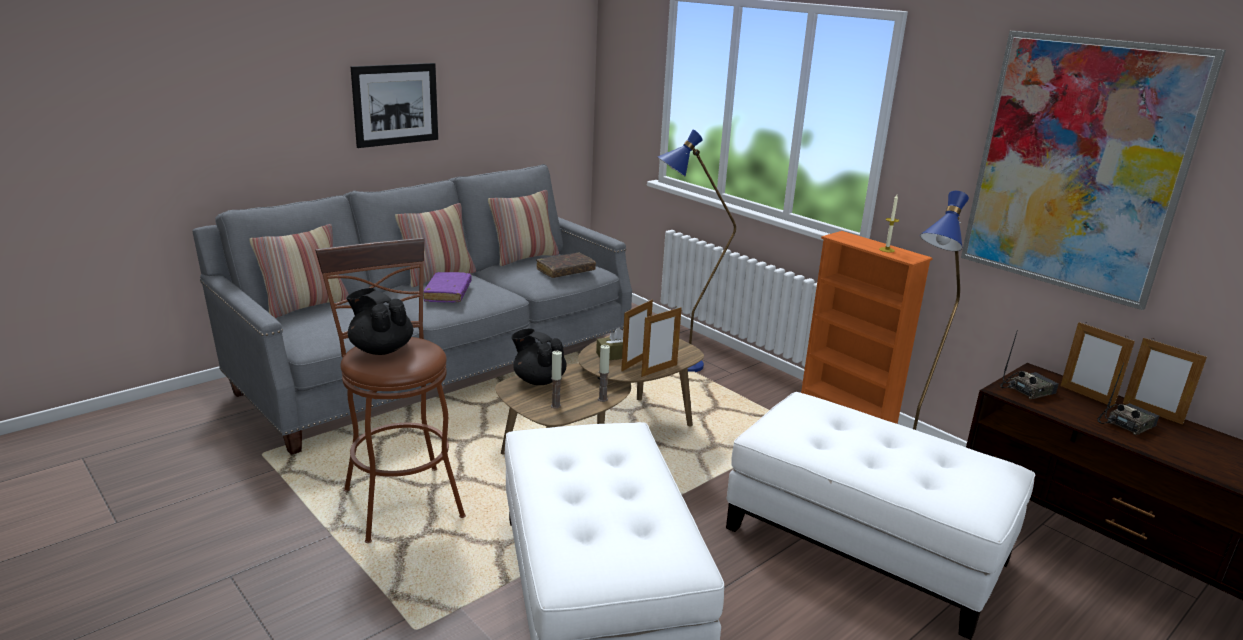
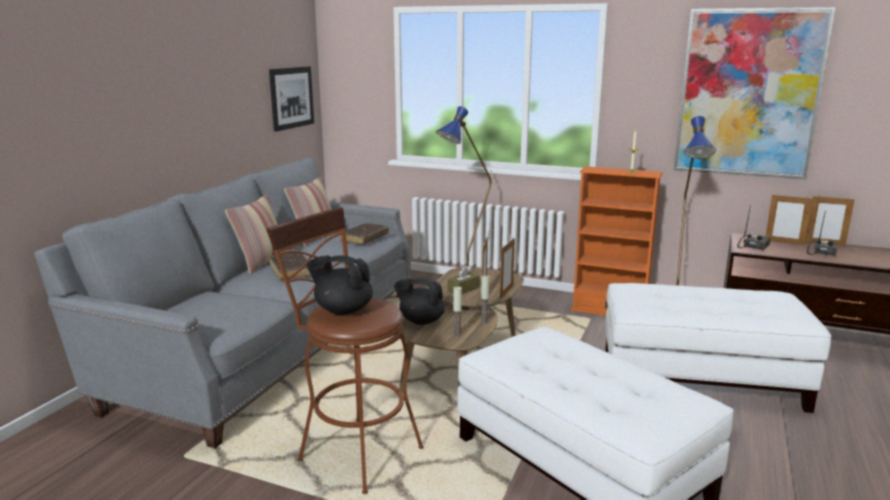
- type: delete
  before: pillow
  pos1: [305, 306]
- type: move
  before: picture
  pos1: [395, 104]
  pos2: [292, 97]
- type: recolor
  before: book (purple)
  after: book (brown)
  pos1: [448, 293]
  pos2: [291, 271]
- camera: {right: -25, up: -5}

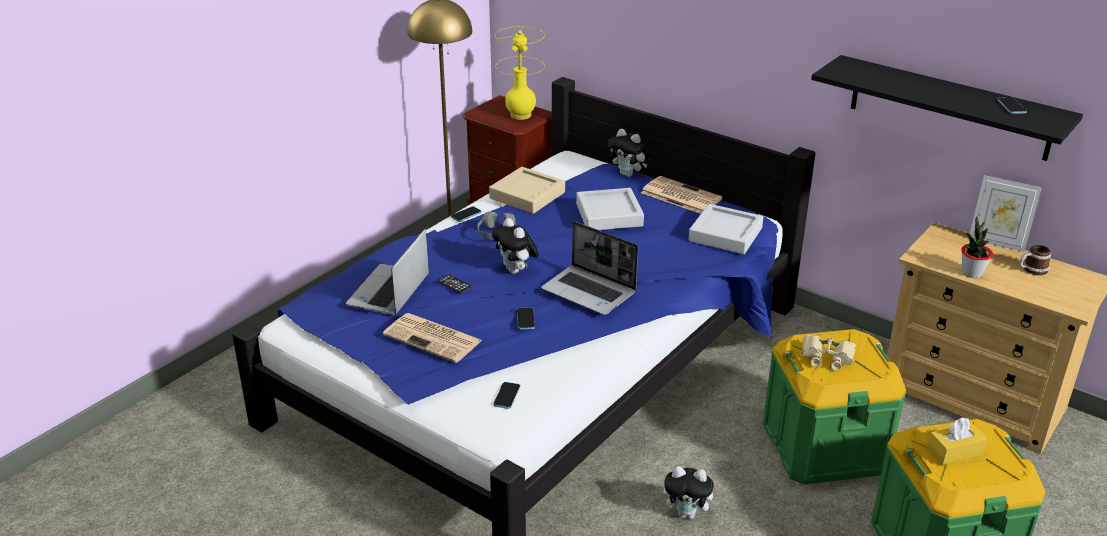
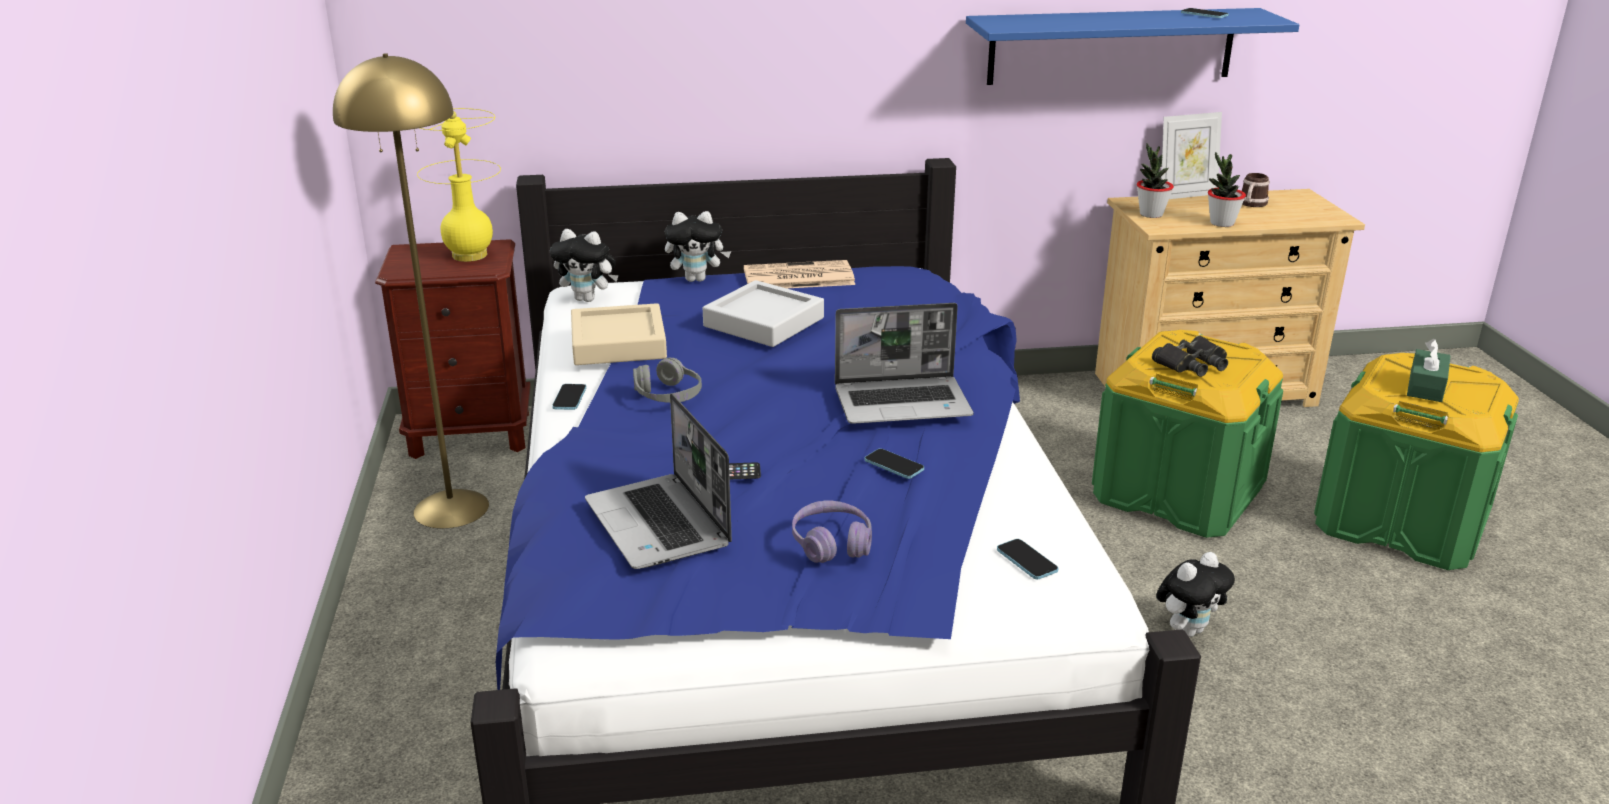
- type: delete
  before: tray (grey)
  pos1: [725, 234]
- type: insert
  after: potted plant
  pos2: [1151, 214]
- type: move
  before: plush toy
  pos1: [516, 271]
  pos2: [588, 299]
- type: replace
  before: newspaper
  after: headphones (purple)
  pos1: [434, 338]
  pos2: [832, 543]
- type: recolor
  before: binoculars (beige)
  after: binoculars (black)
  pos1: [827, 357]
  pos2: [1192, 364]
- type: recolor
  before: shelf (black)
  after: shelf (blue)
  pos1: [949, 108]
  pos2: [1111, 46]
- type: recolor
  before: tissue box (yellow)
  after: tissue box (green)
  pos1: [955, 451]
  pos2: [1425, 387]
- camera: {right: -45, up: -5}

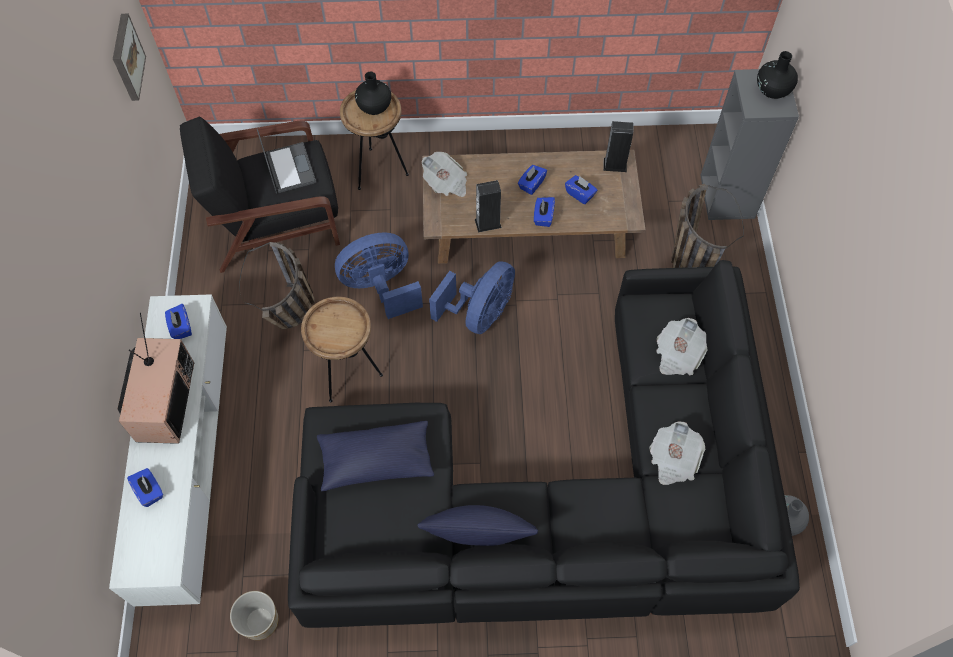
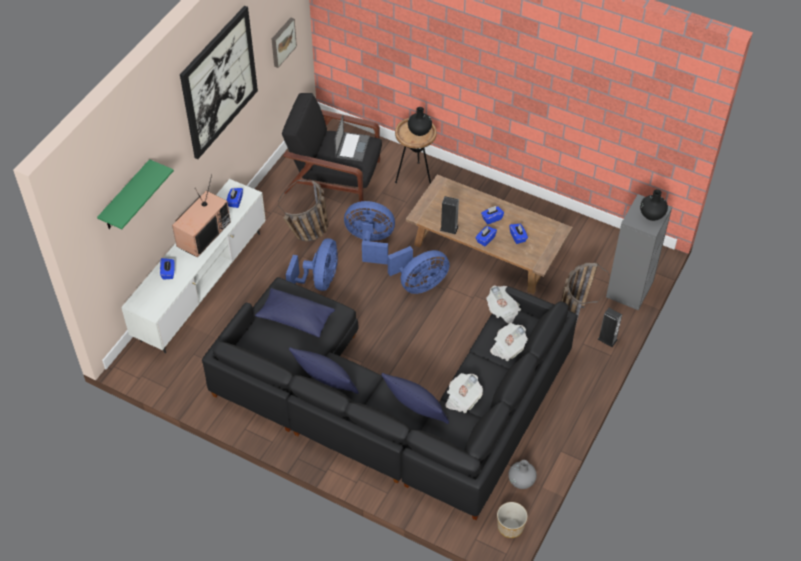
- type: insert
  after: shelf (green)
  pos2: [126, 197]
- type: insert
  after: picture
  pos2: [219, 82]
- type: insert
  after: pillow (blue)
  pos2: [415, 407]
- type: move
  before: planter
  pos1: [259, 622]
  pos2: [510, 527]
- type: move
  before: newspaper
  pos1: [446, 183]
  pos2: [503, 310]
- type: move
  before: speaker
  pos1: [615, 165]
  pos2: [607, 339]
- type: replace
  before: side table (brown)
  after: fan (blue)
  pos1: [348, 375]
  pos2: [319, 281]
- camera: {right: 30, up: -10}

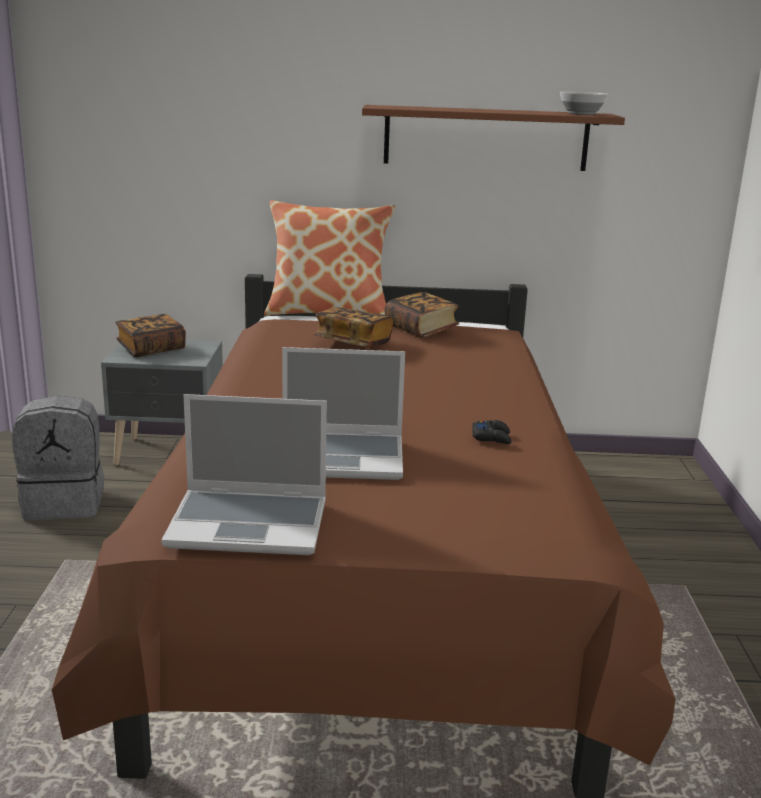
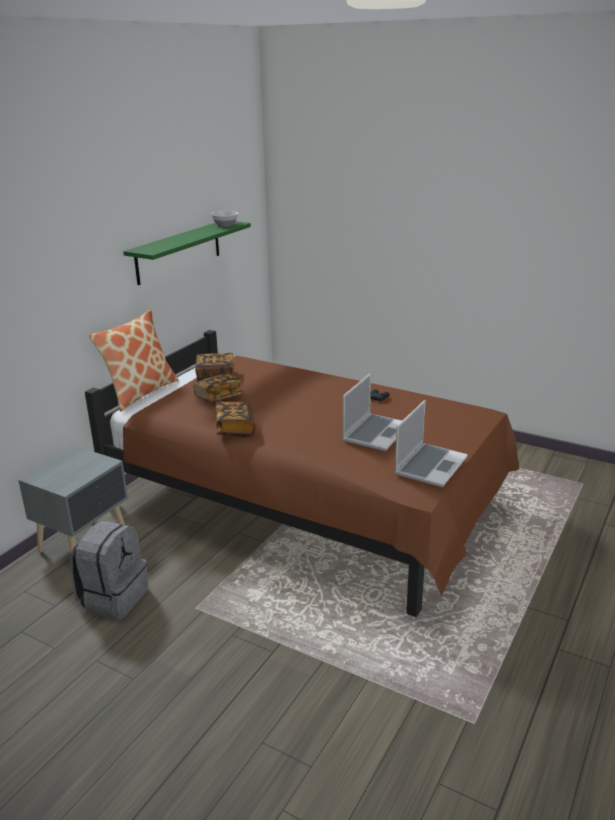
- type: move
  before: book
  pos1: [151, 349]
  pos2: [235, 429]
- type: recolor
  before: shelf (brown)
  after: shelf (green)
  pos1: [486, 138]
  pos2: [179, 251]
- camera: {right: -60, up: 5}

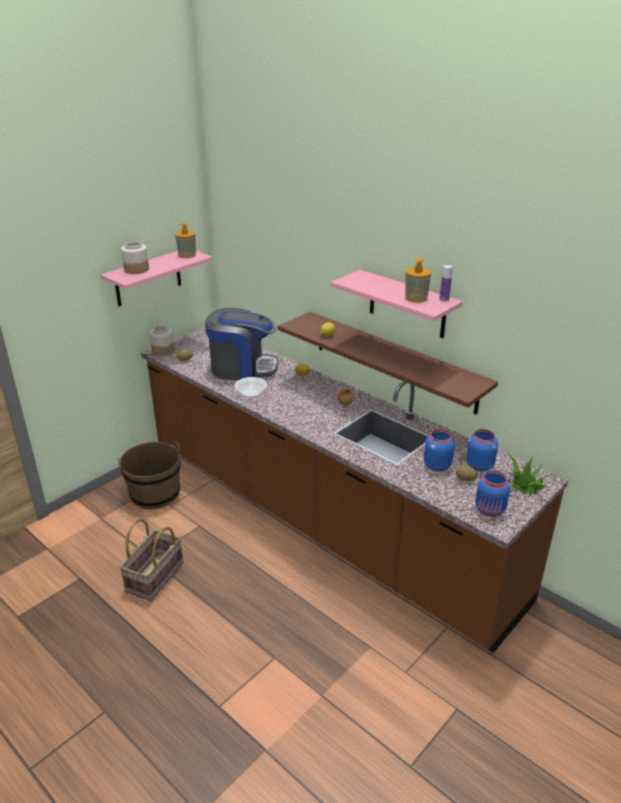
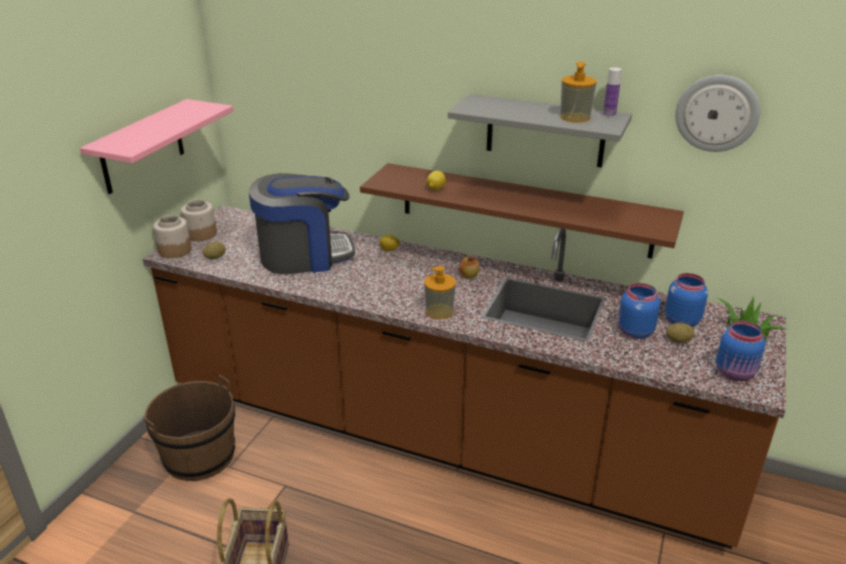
- type: delete
  before: bowl
  pos1: [251, 393]
- type: insert
  after: wall clock
  pos2: [717, 113]
- type: move
  before: jar
  pos1: [136, 270]
  pos2: [201, 234]
- type: move
  before: soap dispenser
  pos1: [187, 255]
  pos2: [439, 311]
- type: recolor
  before: shelf (pink)
  after: shelf (grey)
  pos1: [407, 304]
  pos2: [545, 131]
- camera: {right: -20, up: 0}

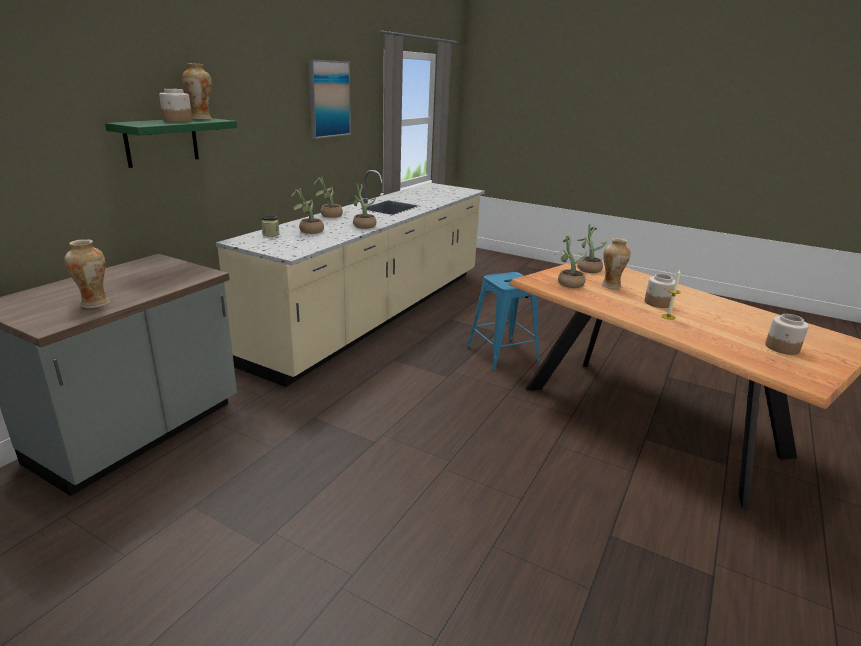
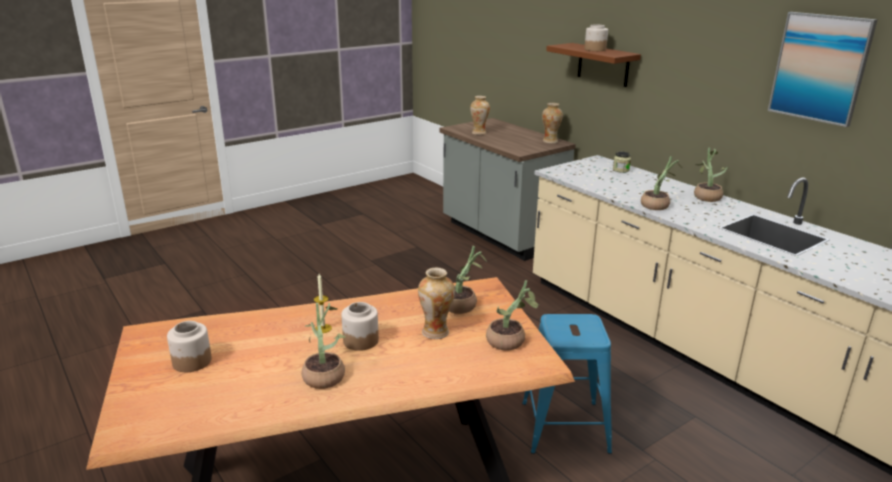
- type: move
  before: vase
  pos1: [201, 118]
  pos2: [550, 141]
- type: move
  before: potted plant
  pos1: [308, 231]
  pos2: [324, 374]
- type: recolor
  before: shelf (green)
  after: shelf (brown)
  pos1: [162, 141]
  pos2: [603, 65]
- camera: {right: 115, up: 0}

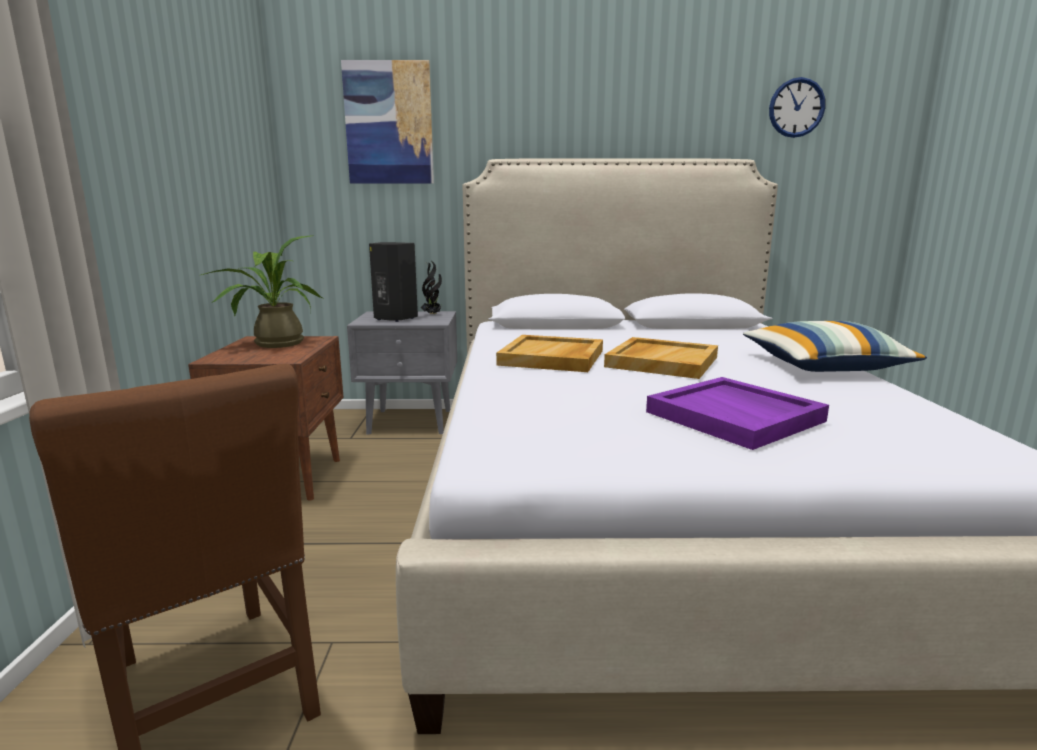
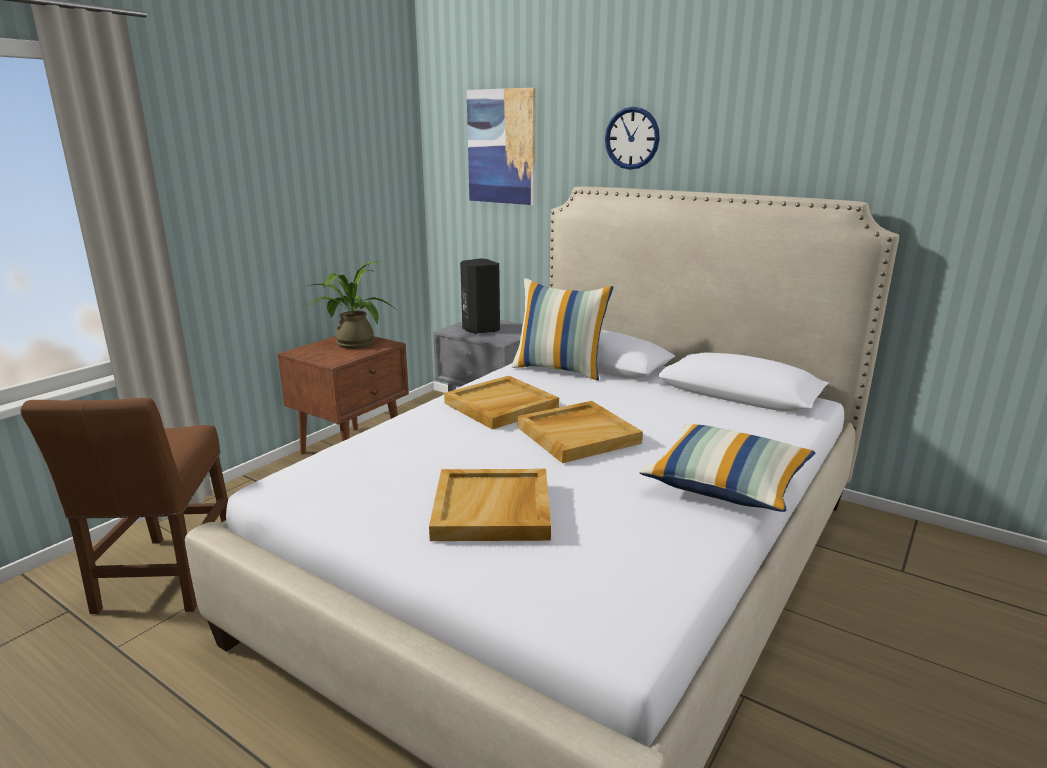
- type: delete
  before: potted plant
  pos1: [433, 314]
- type: insert
  after: pillow
  pos2: [560, 369]
- type: move
  before: wall clock
  pos1: [796, 108]
  pos2: [632, 138]
- type: recolor
  before: tray (purple)
  after: tray (beige)
  pos1: [736, 416]
  pos2: [493, 509]
- camera: {right: 35, up: 5}

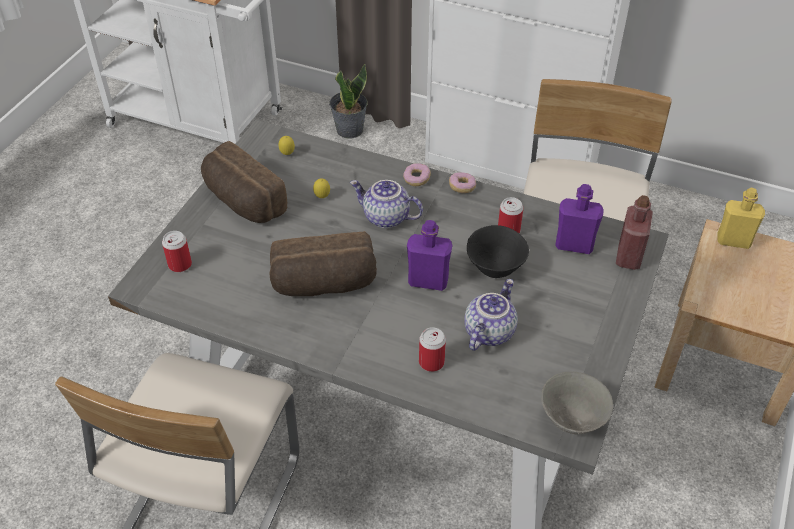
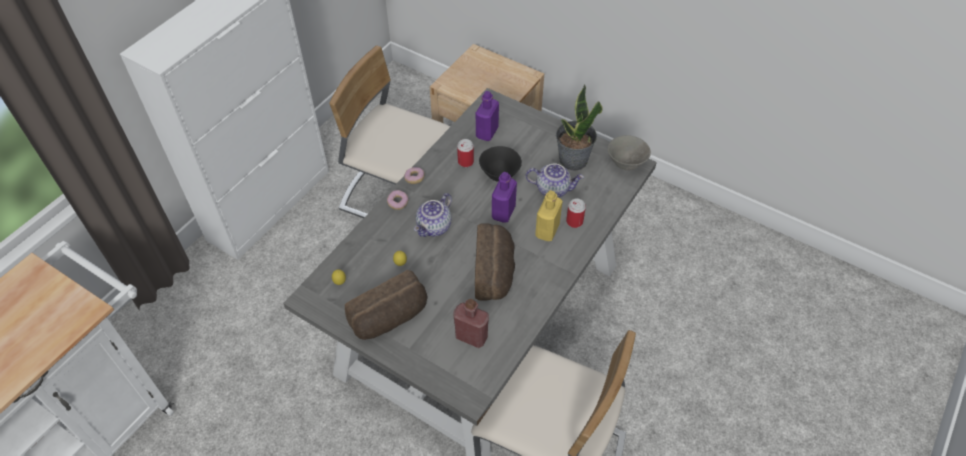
- type: delete
  before: can
  pos1: [180, 264]
- type: move
  before: potted plant
  pos1: [349, 129]
  pos2: [573, 160]
- type: move
  before: bottle (red)
  pos1: [628, 257]
  pos2: [471, 336]
- type: move
  before: bottle (yellow)
  pos1: [733, 241]
  pos2: [547, 230]
- type: rotate
  before: teapot
  pos1: [488, 331]
  pos2: [553, 189]
  turn: 150
- camera: {right: -80, up: 5}

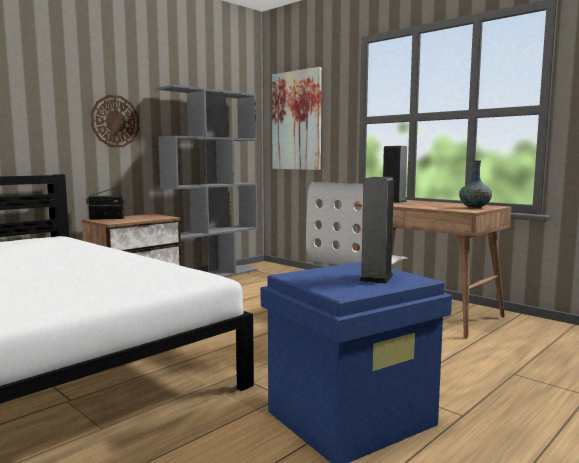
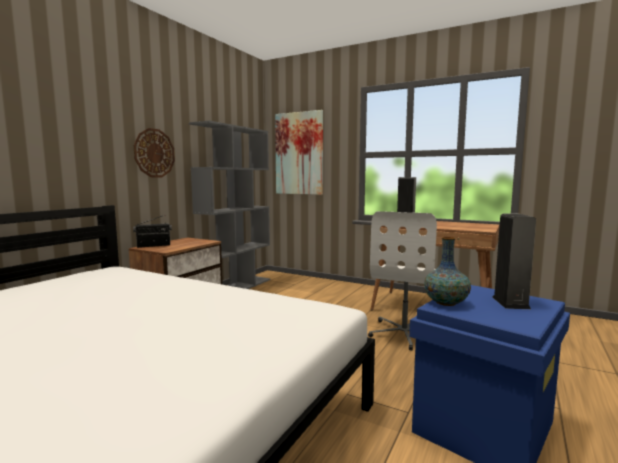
- type: move
  before: vase
  pos1: [474, 207]
  pos2: [446, 303]
- camera: {right: -15, up: 0}

